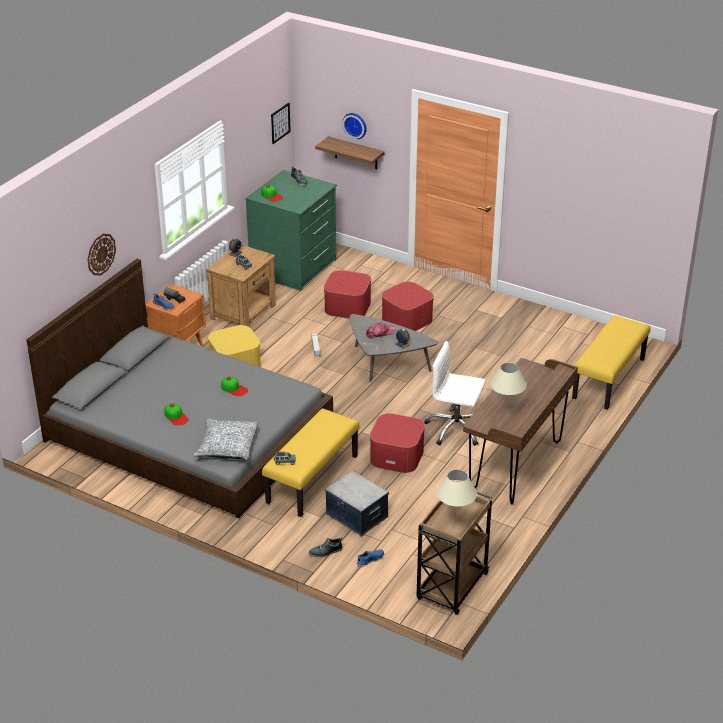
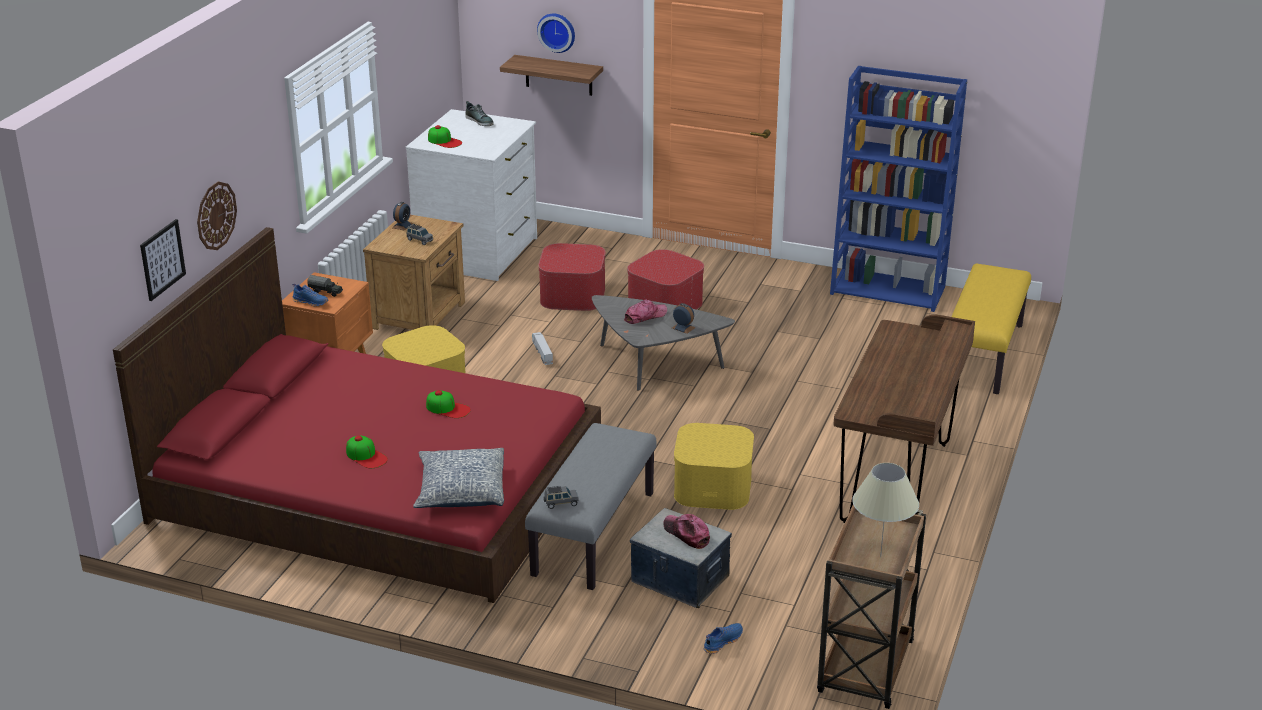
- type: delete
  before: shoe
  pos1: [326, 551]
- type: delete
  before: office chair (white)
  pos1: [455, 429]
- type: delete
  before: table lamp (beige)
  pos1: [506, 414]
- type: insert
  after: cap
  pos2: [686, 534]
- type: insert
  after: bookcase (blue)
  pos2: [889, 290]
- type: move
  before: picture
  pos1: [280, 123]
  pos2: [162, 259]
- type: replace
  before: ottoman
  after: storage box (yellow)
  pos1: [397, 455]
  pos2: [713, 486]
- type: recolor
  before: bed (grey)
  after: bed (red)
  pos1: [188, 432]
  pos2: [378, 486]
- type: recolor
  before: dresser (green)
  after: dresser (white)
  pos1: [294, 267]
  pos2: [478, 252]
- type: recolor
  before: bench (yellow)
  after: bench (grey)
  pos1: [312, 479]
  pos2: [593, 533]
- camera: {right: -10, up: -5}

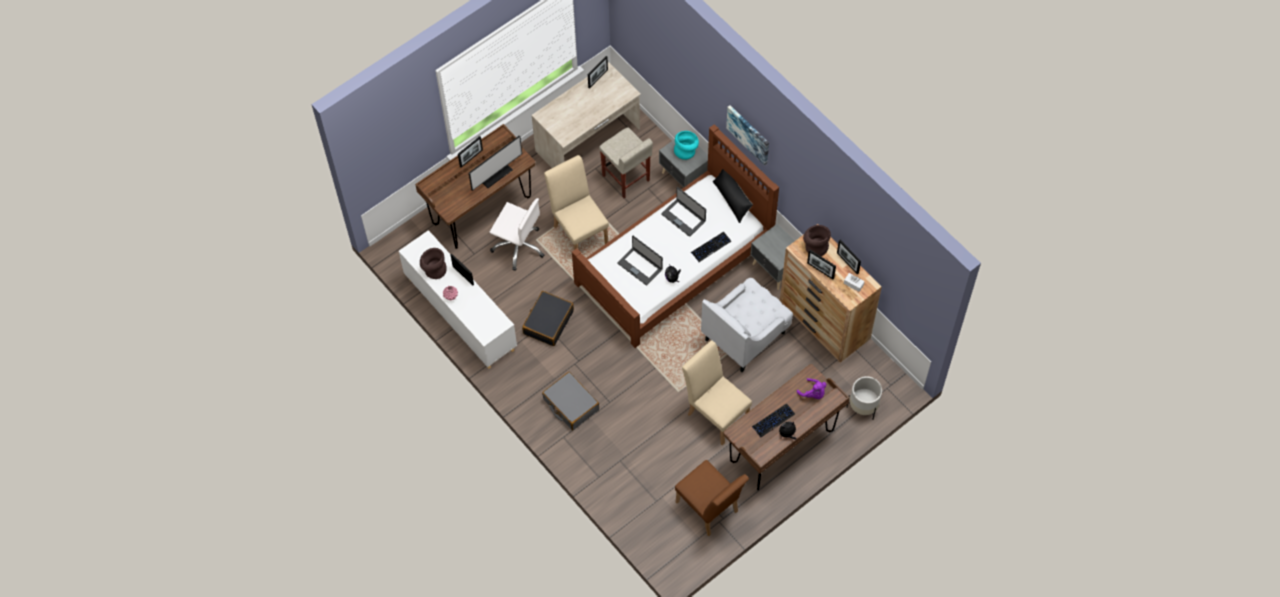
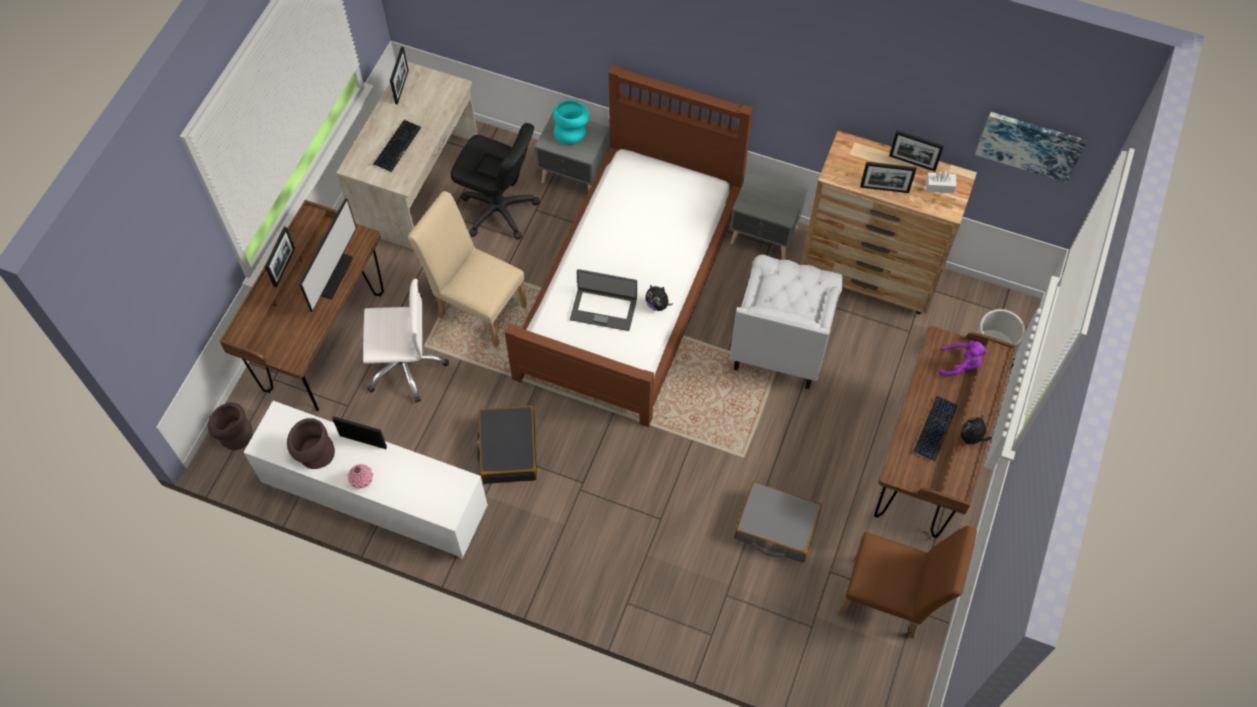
- type: delete
  before: laptop
  pos1: [683, 217]
- type: delete
  before: chair (beige)
  pos1: [715, 413]
- type: delete
  before: pillow (black)
  pos1: [732, 199]
- type: move
  before: suitcase (grey)
  pos1: [570, 404]
  pos2: [776, 527]
- type: move
  before: keyboard
  pos1: [711, 247]
  pos2: [397, 146]
- type: move
  before: picture
  pos1: [749, 134]
  pos2: [1030, 144]
- type: move
  before: vase (brown)
  pos1: [815, 246]
  pos2: [234, 434]
- type: replace
  before: stool (beige)
  after: office chair (black)
  pos1: [626, 178]
  pos2: [499, 210]
- camera: {right: -30, up: 0}

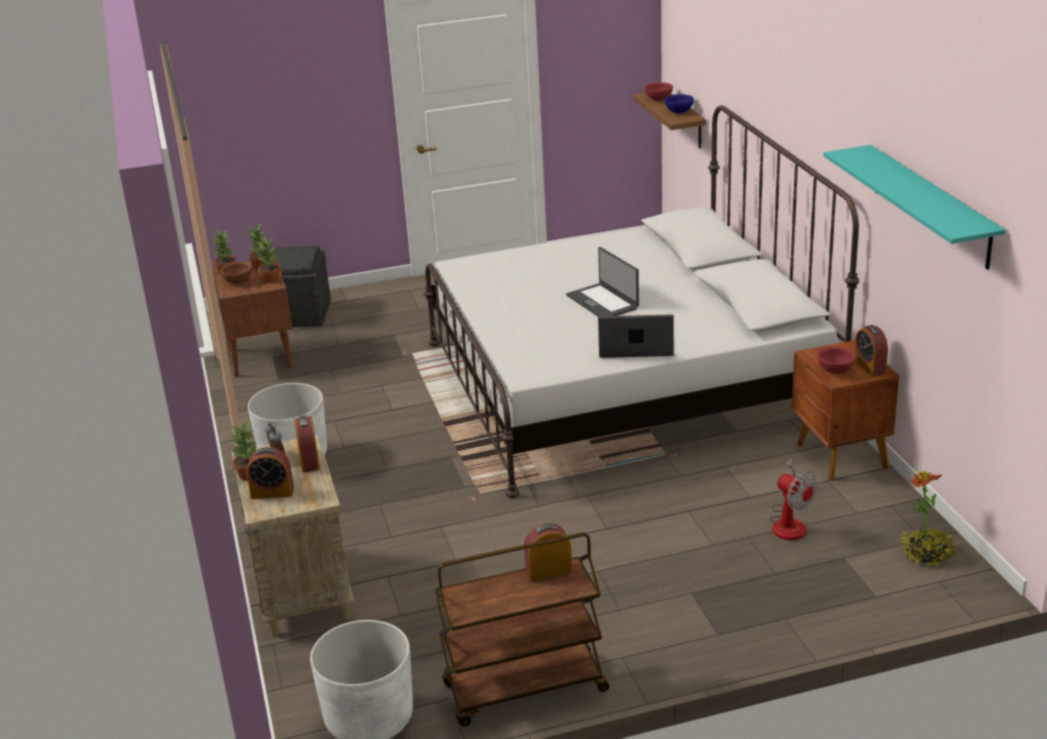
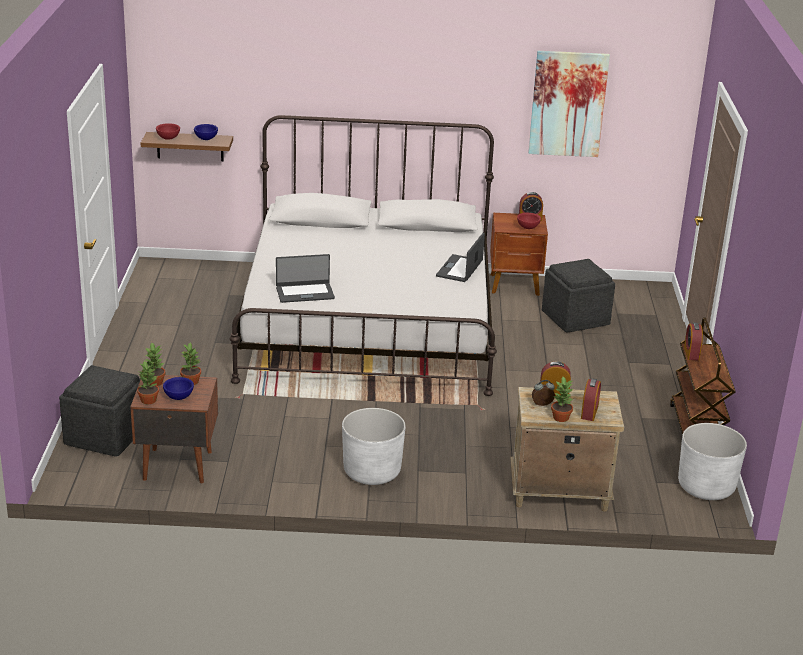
- type: delete
  before: potted plant
  pos1: [927, 554]
- type: move
  before: laptop
  pos1: [603, 302]
  pos2: [305, 293]
- type: replace
  before: fan
  after: ottoman (grey)
  pos1: [789, 522]
  pos2: [574, 317]
- type: replace
  before: shelf (turquoise)
  after: picture
  pos1: [931, 206]
  pos2: [568, 104]
- type: recolor
  before: bowl (brown)
  after: bowl (blue)
  pos1: [238, 282]
  pos2: [179, 397]
- camera: {right: -75, up: 0}

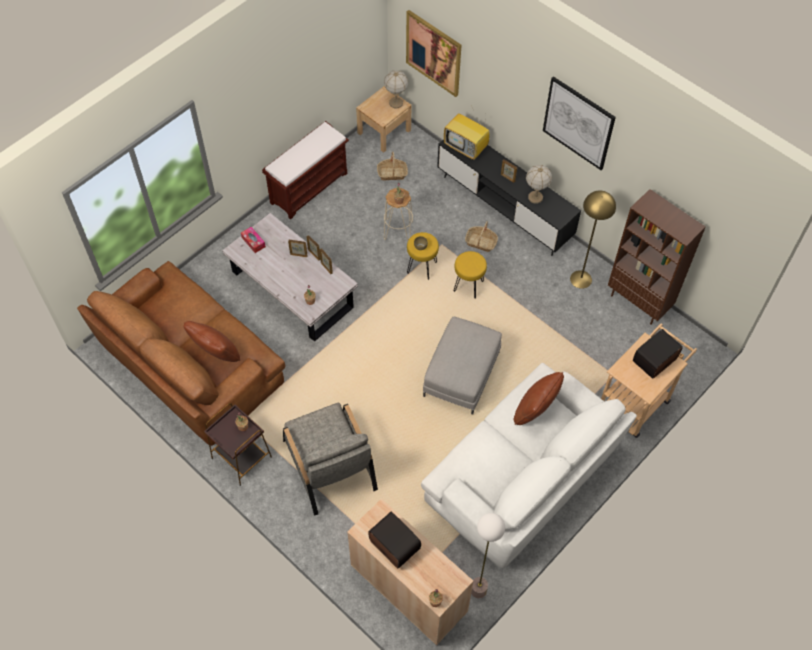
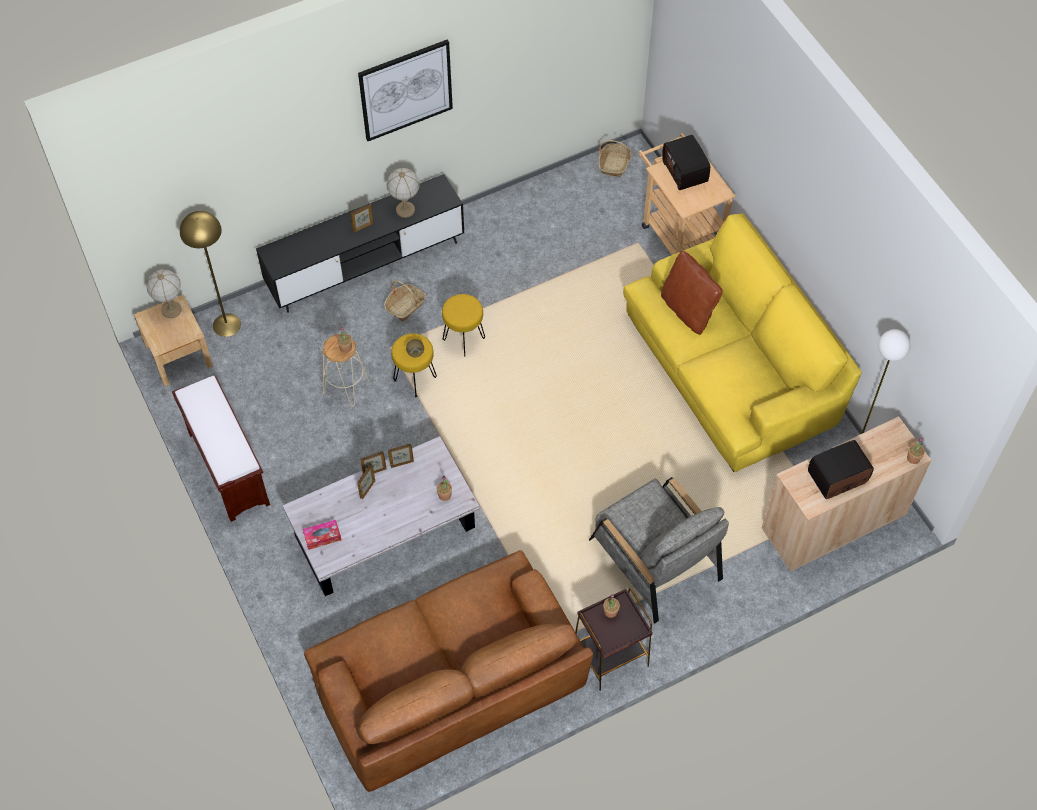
- type: delete
  before: pillow (brown)
  pos1: [216, 354]
- type: delete
  before: picture
  pos1: [433, 53]
- type: delete
  before: ottoman (grey)
  pos1: [462, 374]
- type: delete
  before: television
  pos1: [466, 148]
- type: delete
  before: bookcase (brown)
  pos1: [639, 302]
- type: move
  before: basket
  pos1: [392, 173]
  pos2: [614, 164]
- type: move
  before: floor lamp (yellow)
  pos1: [581, 279]
  pos2: [226, 324]
- type: recolor
  before: sofa (white)
  after: sofa (yellow)
  pos1: [523, 474]
  pos2: [731, 367]
- type: rotate
  before: armchair (grey)
  pos1: [329, 465]
  pos2: [654, 559]
  turn: 60
- camera: {right: -70, up: 0}

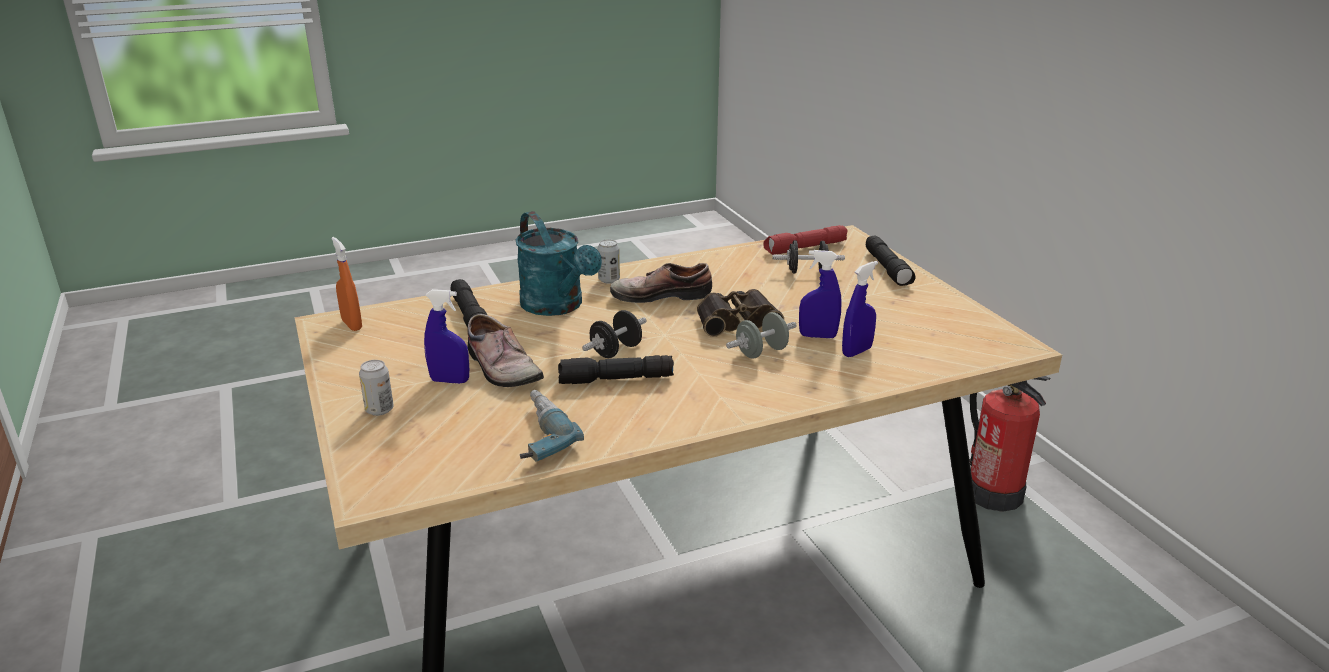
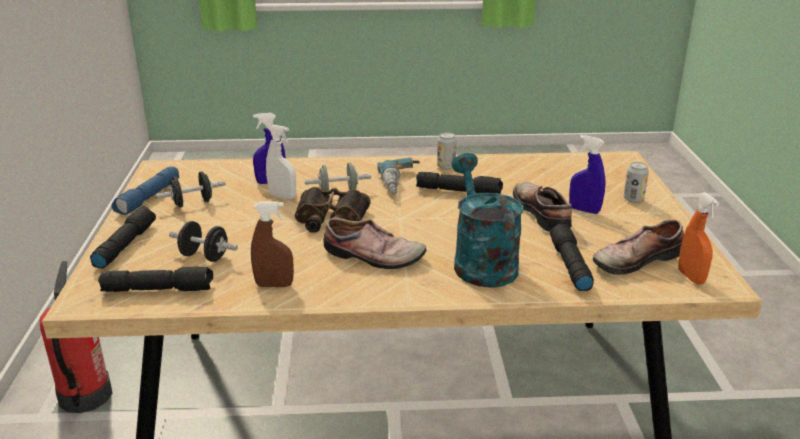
- type: insert
  after: flashlight (blue)
  pos2: [149, 198]
- type: insert
  after: spray bottle (brown)
  pos2: [274, 285]
- type: insert
  after: shoe
  pos2: [634, 259]
- type: move
  before: power drill
  pos1: [535, 435]
  pos2: [403, 184]
- type: move
  before: dumbbell (black)
  pos1: [616, 351]
  pos2: [193, 203]
- type: move
  before: can
  pos1: [609, 280]
  pos2: [446, 167]
- type: recolor
  before: flashlight (red)
  after: flashlight (black)
  pos1: [805, 248]
  pos2: [159, 289]
- type: recolor
  before: spray bottle (blue)
  after: spray bottle (white)
  pos1: [817, 336]
  pos2: [282, 196]
- camera: {right: -160, up: 0}

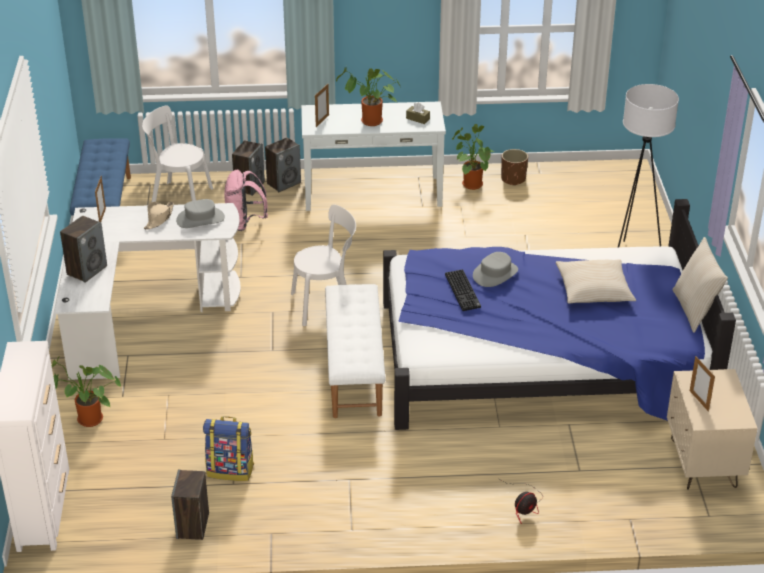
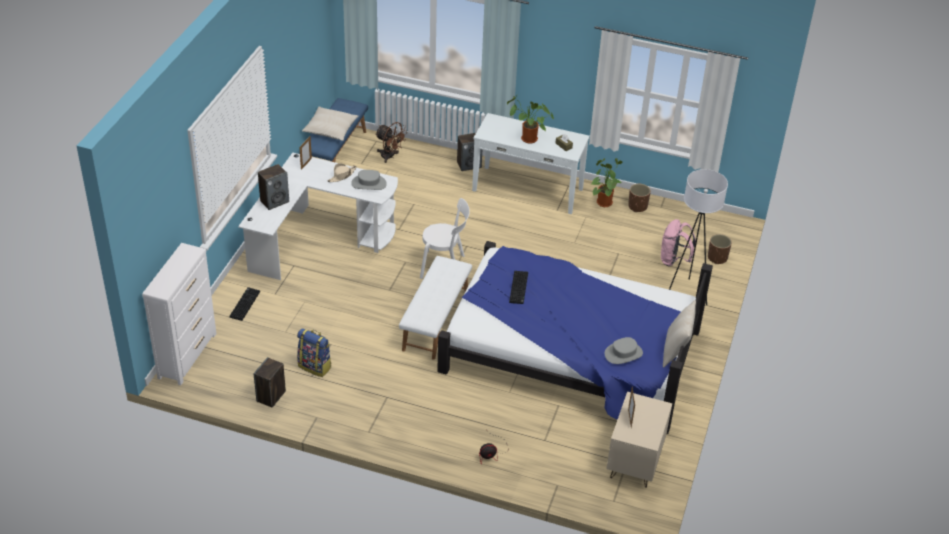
- type: delete
  before: speaker
  pos1: [249, 186]
- type: delete
  before: picture frame
  pos1: [322, 121]
- type: insert
  after: planter (brown)
  pos2: [717, 258]
- type: move
  before: backpack (pink)
  pos1: [245, 223]
  pos2: [674, 260]
- type: move
  before: hat (grey)
  pos1: [495, 274]
  pos2: [623, 354]
- type: move
  before: pillow (beige)
  pos1: [593, 289]
  pos2: [330, 129]
- type: replace
  before: potted plant
  after: keyboard
  pos1: [87, 420]
  pos2: [244, 304]
- type: replace
  before: chair (white)
  after: fan (brown)
  pos1: [179, 198]
  pos2: [390, 156]
- camera: {right: 20, up: 5}

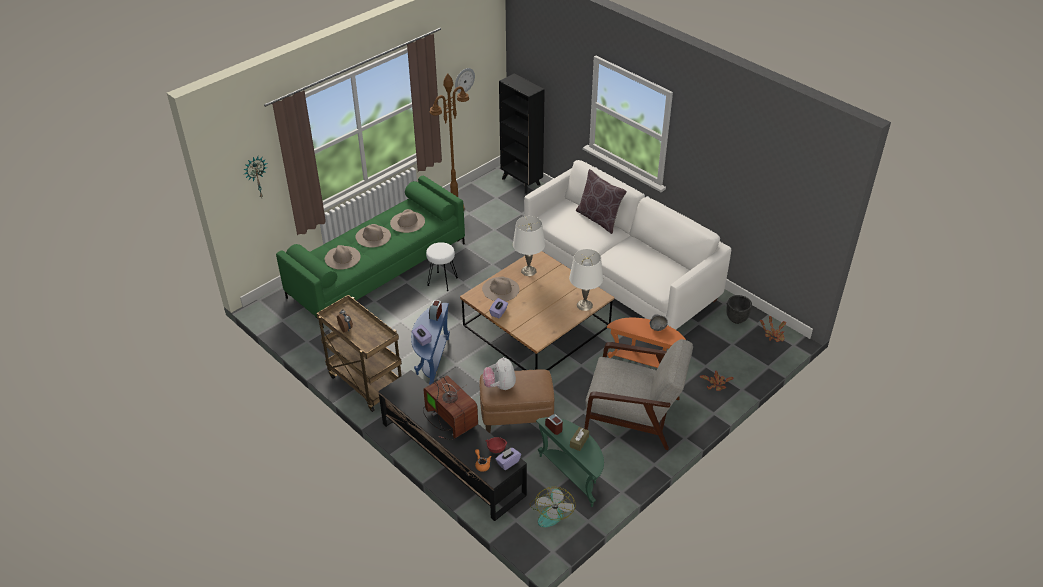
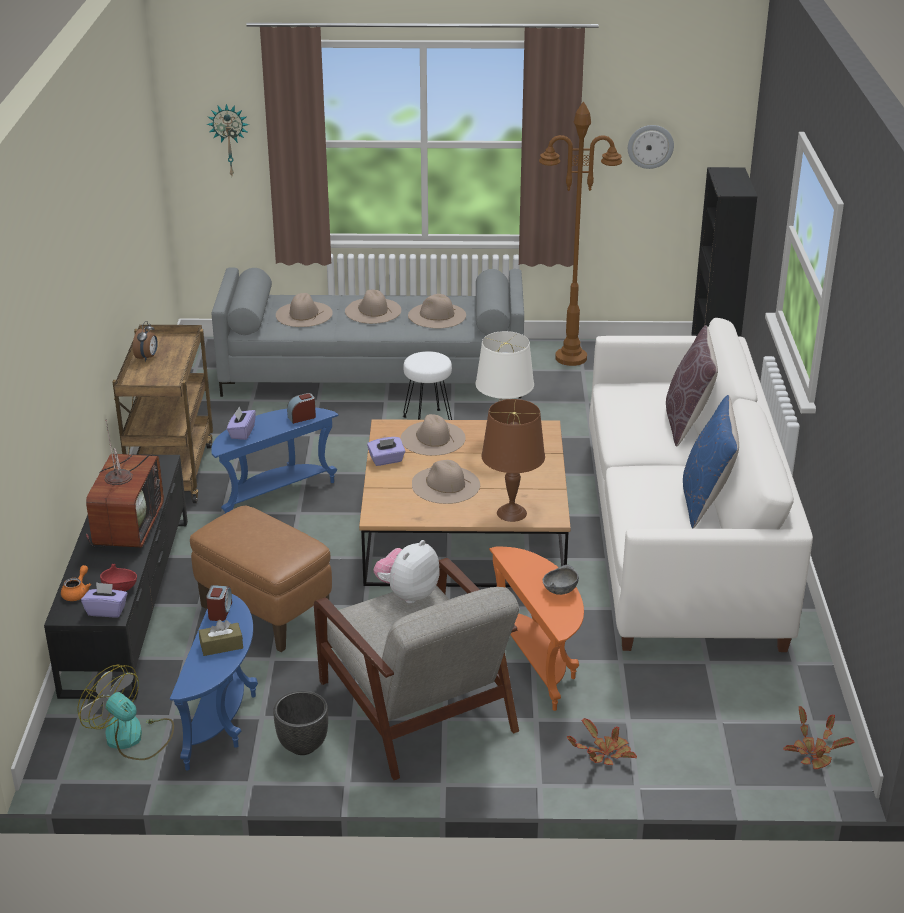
- type: insert
  after: hat (beige)
  pos2: [445, 484]
- type: insert
  after: pillow (blue)
  pos2: [706, 499]
- type: move
  before: plush toy
  pos1: [500, 386]
  pos2: [408, 594]
- type: move
  before: planter (black)
  pos1: [736, 319]
  pos2: [303, 746]
- type: recolor
  before: sofa (green)
  after: sofa (grey)
  pos1: [378, 269]
  pos2: [374, 373]
- type: recolor
  before: side table (green)
  after: side table (blue)
  pos1: [573, 475]
  pos2: [224, 718]
- type: recolor
  before: table lamp (white)
  after: table lamp (brown)
  pos1: [584, 305]
  pos2: [512, 513]
- type: rotate
  before: fan
  pos1: [551, 511]
  pos2: [132, 737]
  turn: 75
- camera: {right: 45, up: -10}

